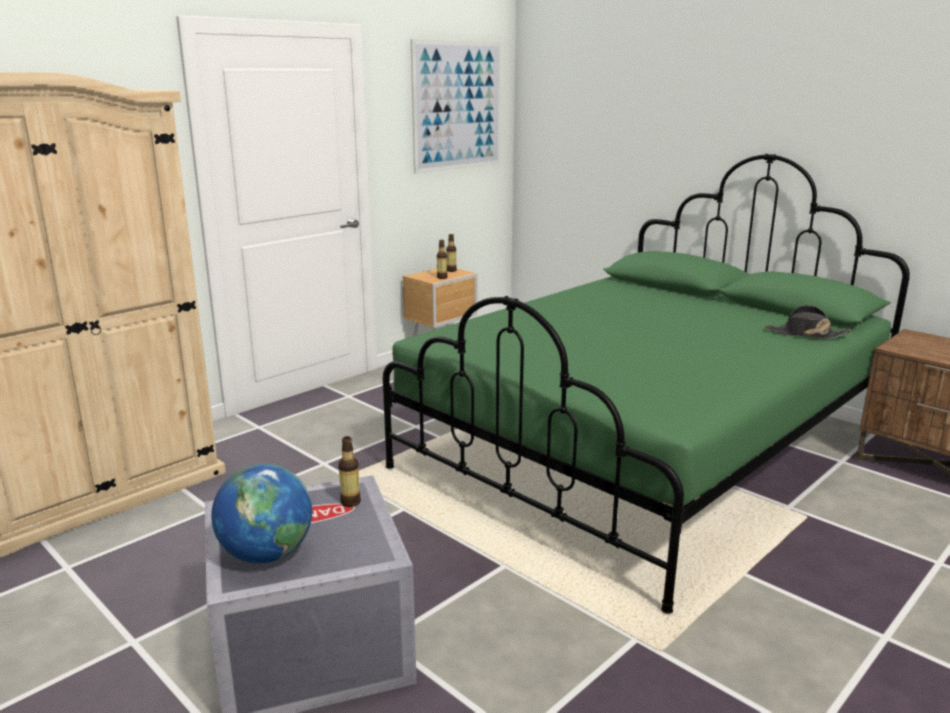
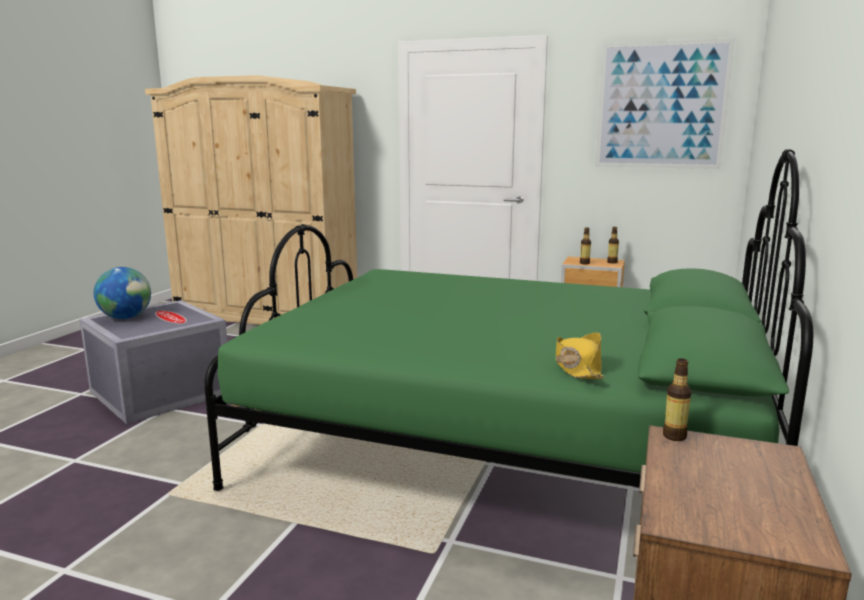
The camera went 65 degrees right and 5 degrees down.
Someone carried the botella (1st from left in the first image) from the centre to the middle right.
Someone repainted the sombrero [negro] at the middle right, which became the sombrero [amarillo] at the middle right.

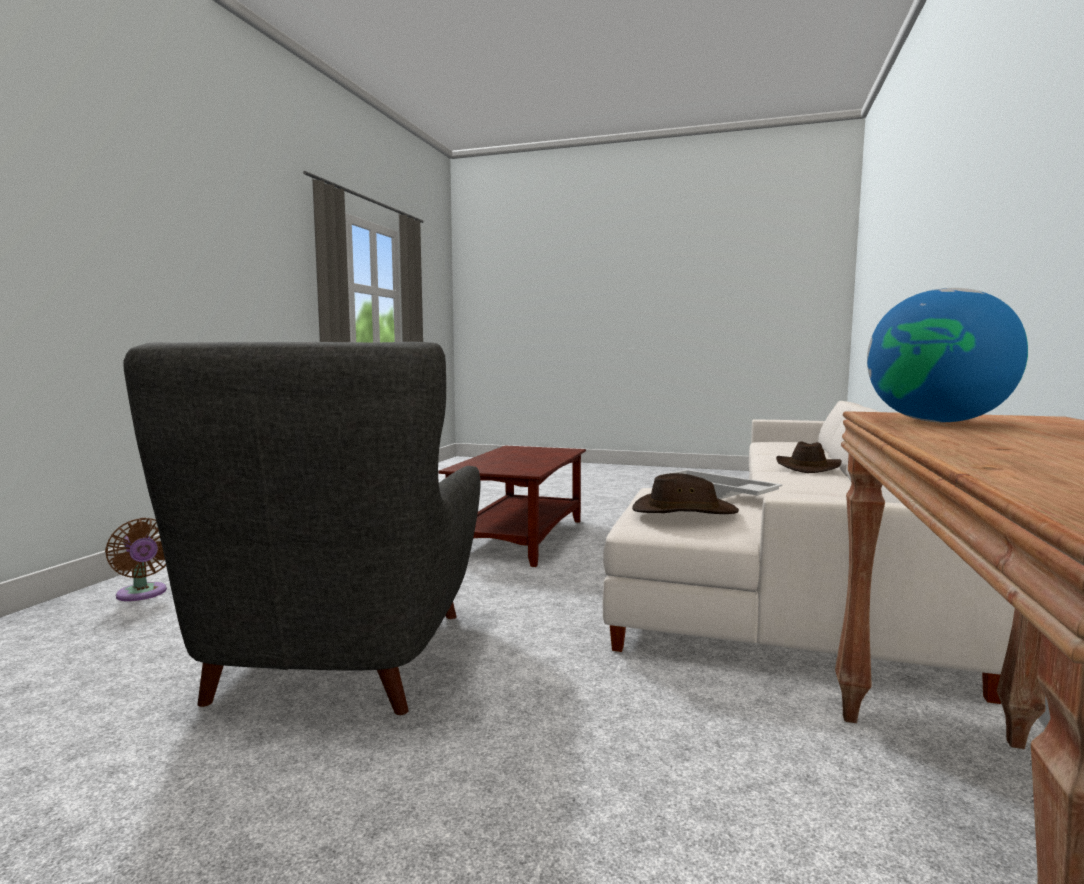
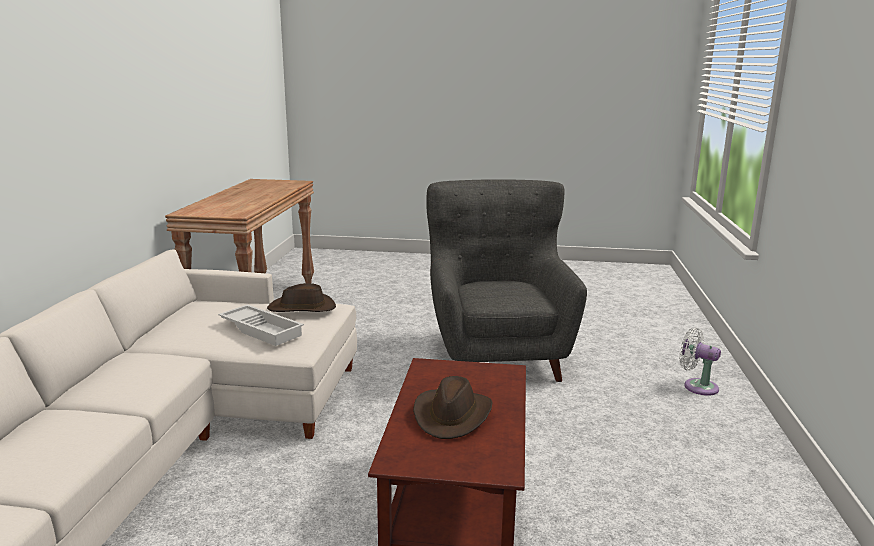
The camera went 170 degrees right and 10 degrees up.
Someone took away the globo terráqueo at the middle right.
Someone carried the sombrero [marrón] (2nd from left) from the middle right to the bottom centre.
Someone repainted the ventilador [marrón] at the middle left, which became the ventilador [blanco] at the middle right.

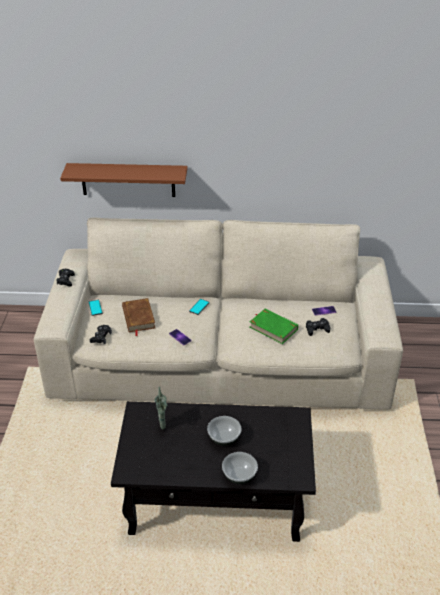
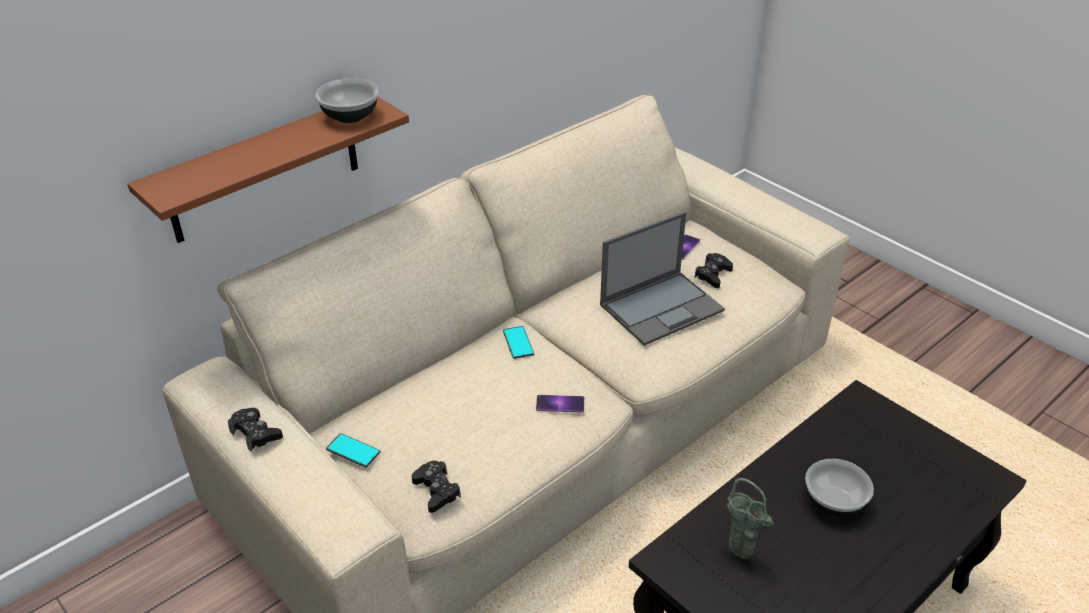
The camera went 45 degrees left and 0 degrees up.
Someone took away the libro [marrón] at the middle left.
Someone carried the cuenco (2nd from left in the first image) from the bottom centre to the top left.
Someone swapped the libro [verde] at the centre for the portátil at the centre.

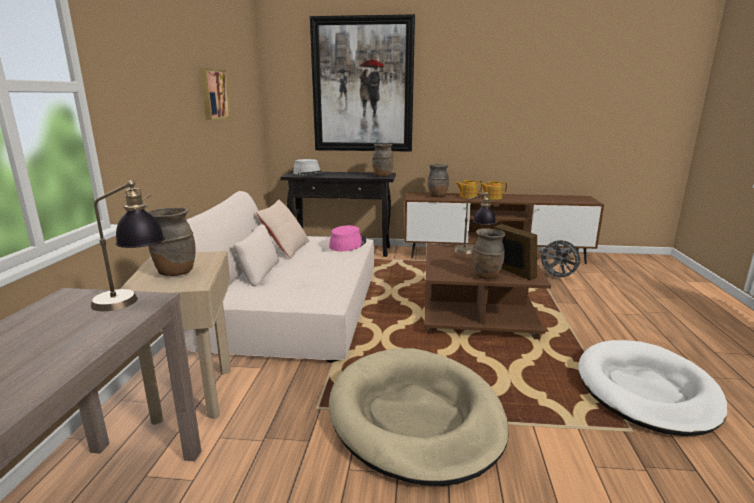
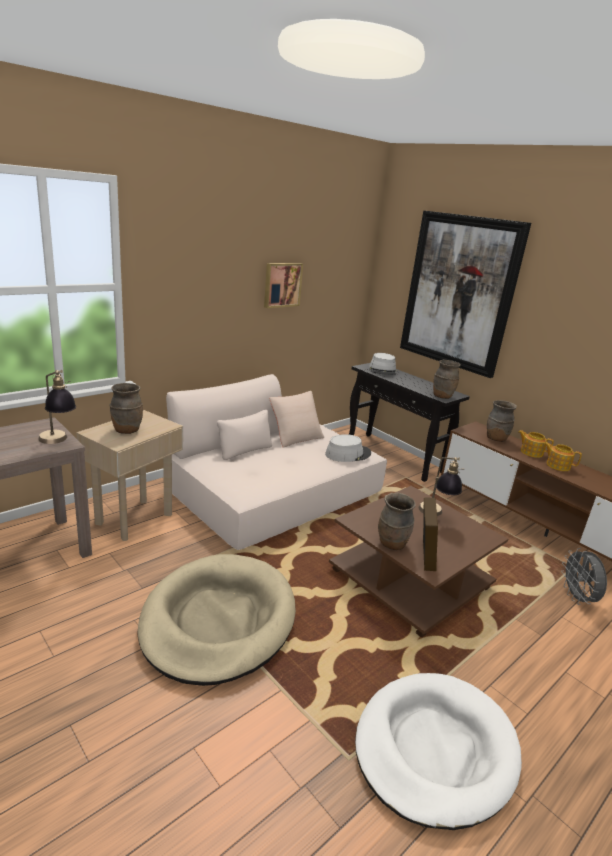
The camera went 40 degrees right and 5 degrees up.
Someone repainted the sombrero [rosa] at the centre, which became the sombrero [gris] (1st from left) at the centre.

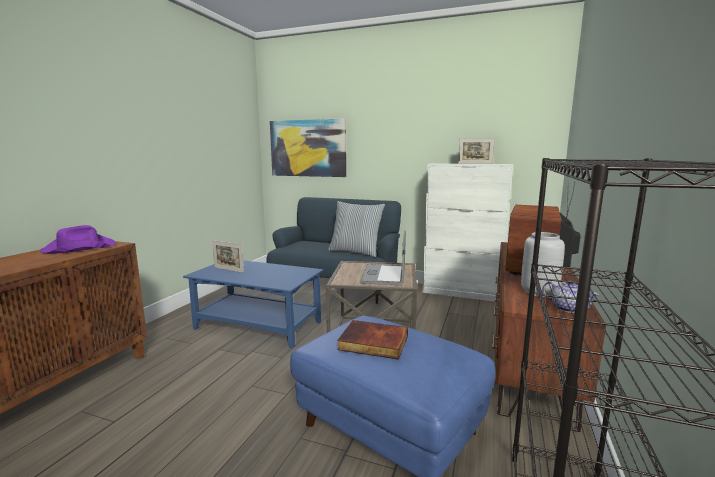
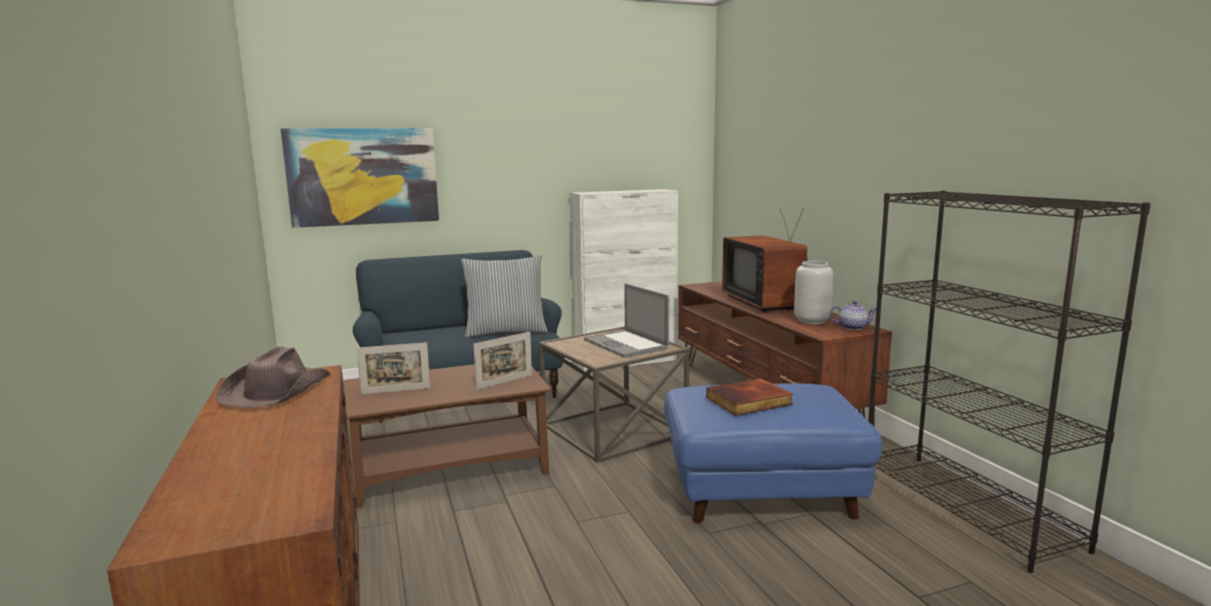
The camera went 40 degrees left and 0 degrees up.
Someone carried the portarretratos (2nd from left) from the top centre to the centre.
Someone repainted the sombrero [morado] at the middle left, which became the sombrero [marrón] at the middle left.
Someone repainted the mesa de centro [azul] at the centre, which became the mesa de centro [marrón] at the bottom centre.

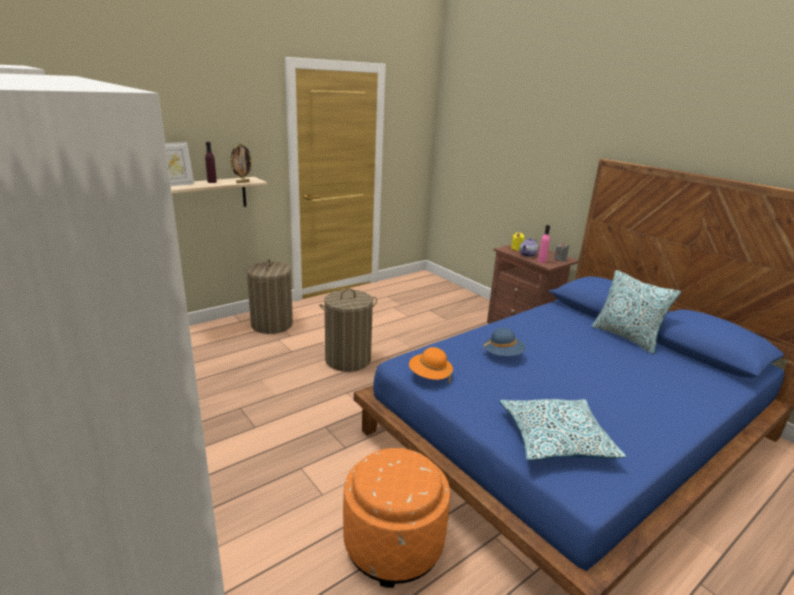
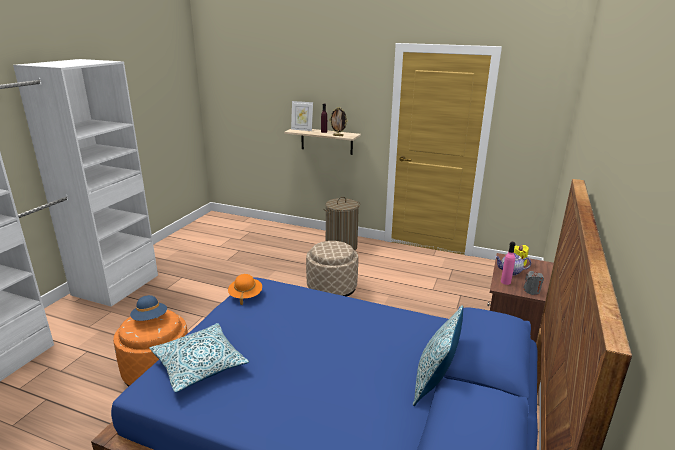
The camera went 60 degrees right and 0 degrees up.
Someone carried the sombrero [azul] from the centre to the bottom left.
Someone swapped the cesto de la ropa (2nd from left) at the centre for the puf [beis] at the centre.

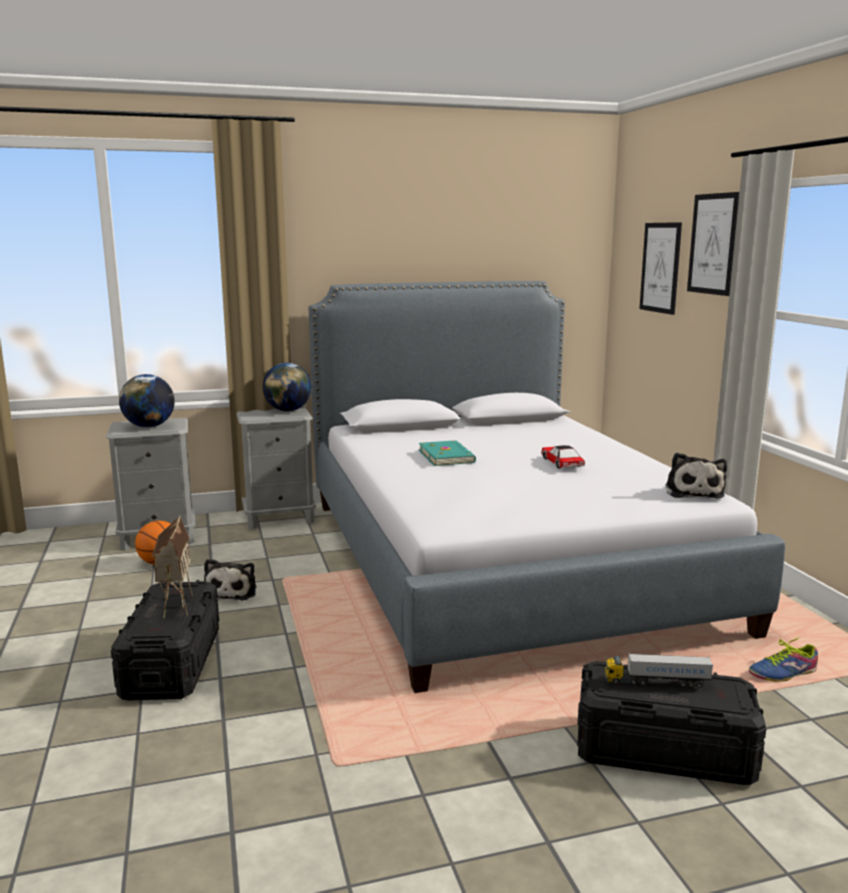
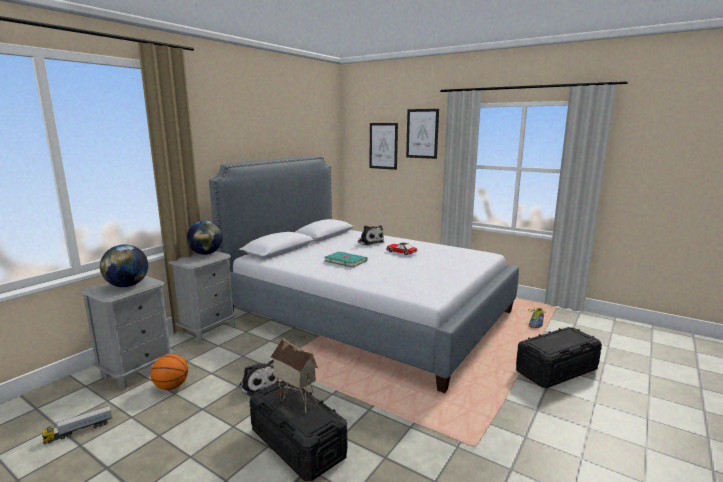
The camera went 40 degrees left and 0 degrees up.
Someone carried the camión de juguete from the bottom right to the bottom left.
Someone carried the peluche (2nd from left) from the middle right to the centre.

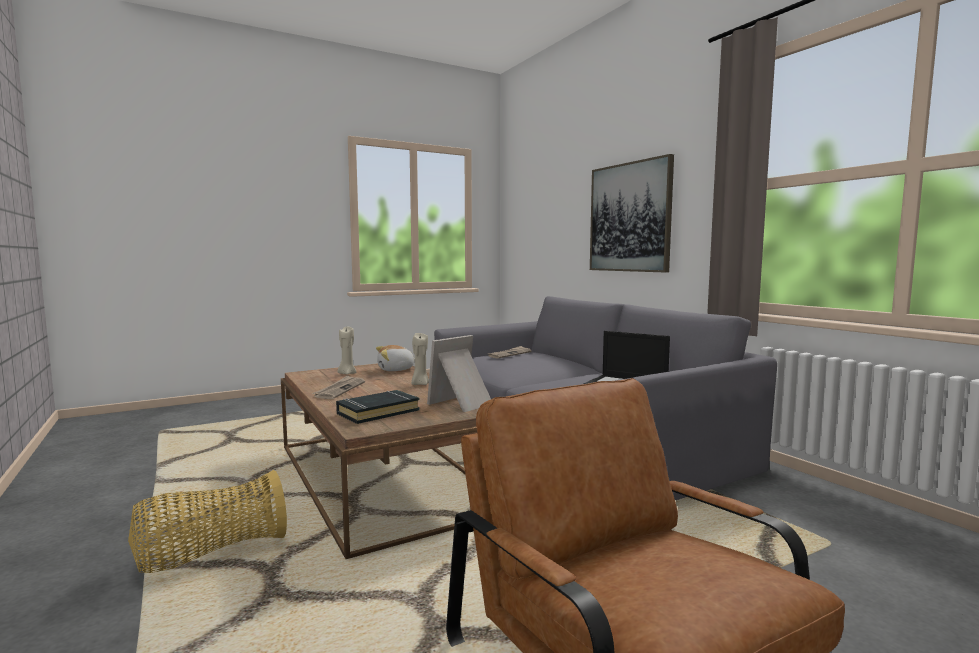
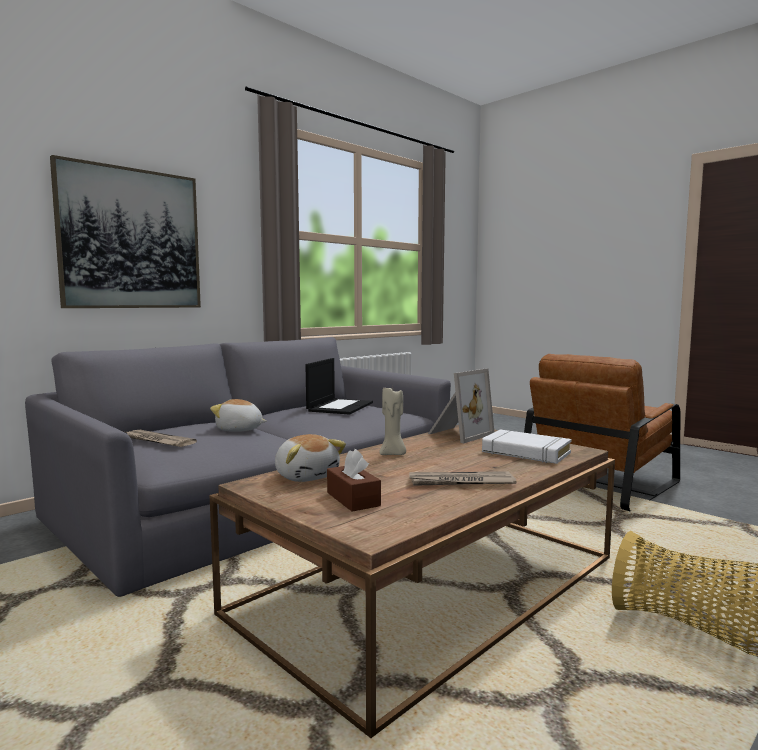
The camera went 105 degrees left and 0 degrees up.
Someone put down the peluche (1st from left) at the middle left.
Someone swapped the vela [beis] (1st from left) at the centre for the caja de pañuelos [marrón] at the centre.
Someone repainted the libro [negro] at the centre, which became the libro [blanco] at the middle right.
Someone rotated the portarretratos at the centre by 75 degrees counterclockwise.

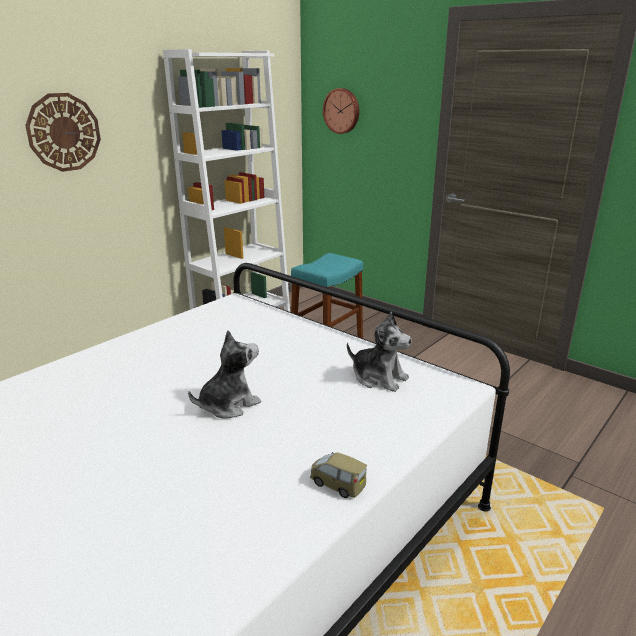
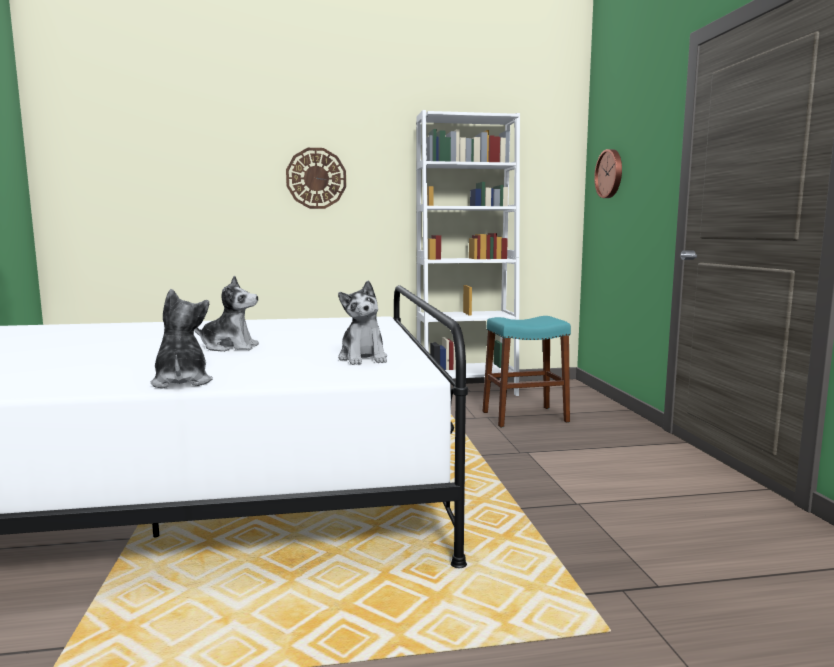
The camera went 40 degrees right and 15 degrees down.
Someone swapped the coche de juguete at the bottom centre for the peluche (1st from left) at the middle left.

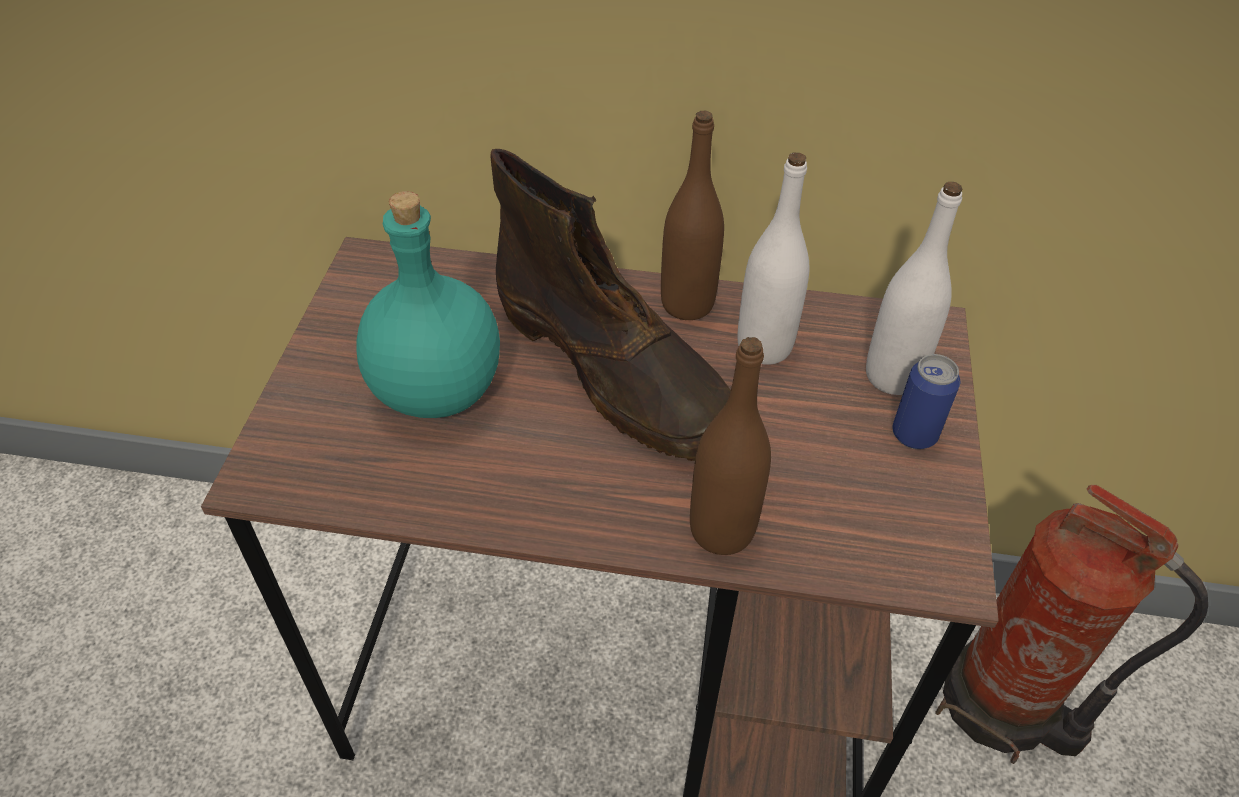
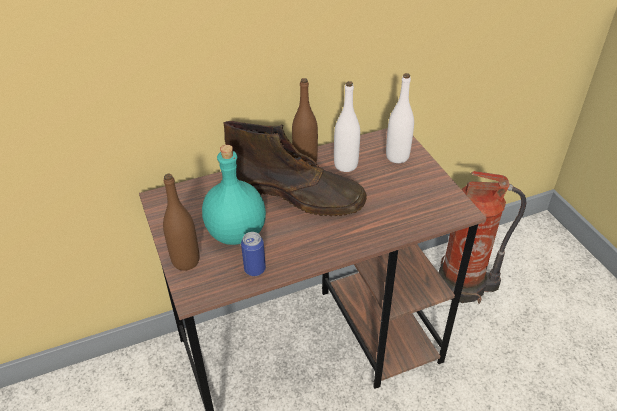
The camera went 30 degrees left and 5 degrees down.
Someone carried the botella [marrón] (2nd from left in the first image) from the centre to the middle left.
Someone carried the lata from the middle right to the centre.

